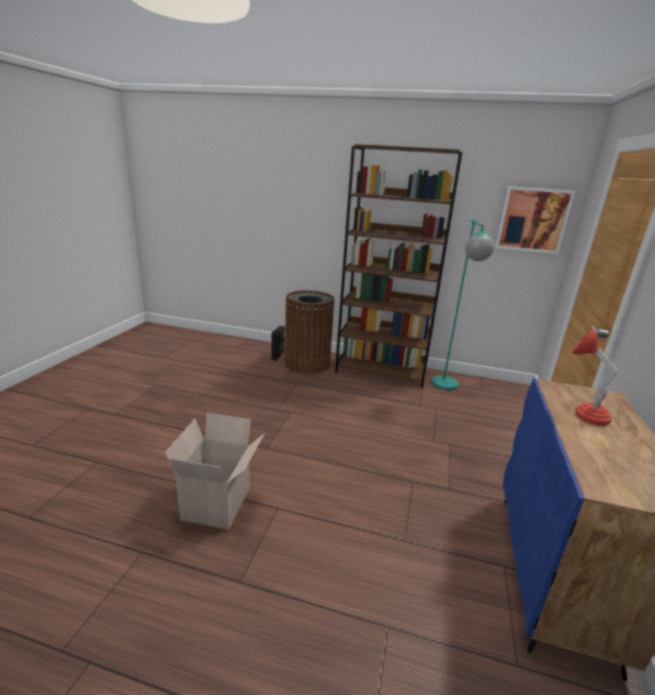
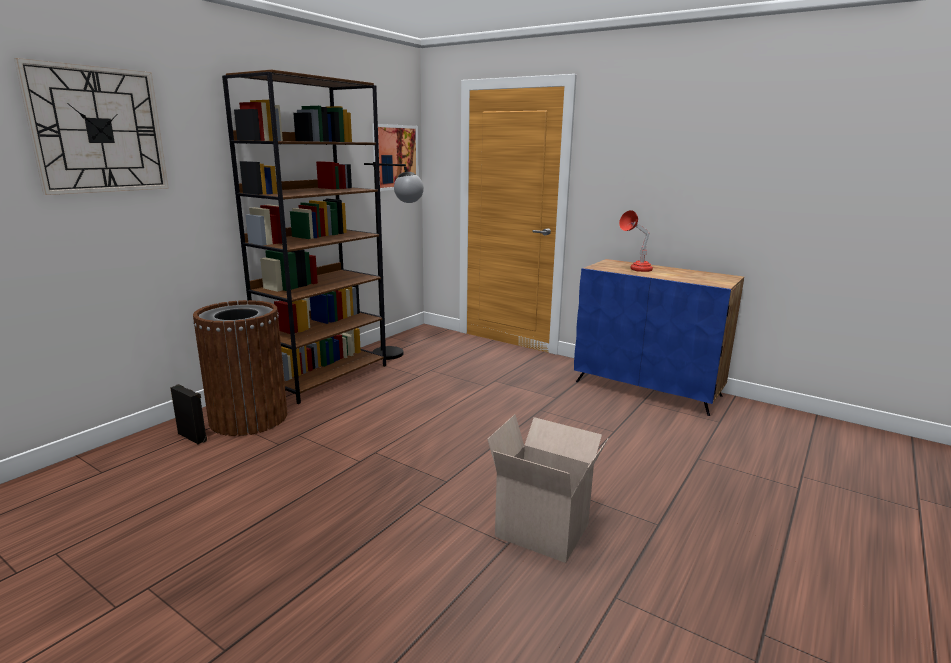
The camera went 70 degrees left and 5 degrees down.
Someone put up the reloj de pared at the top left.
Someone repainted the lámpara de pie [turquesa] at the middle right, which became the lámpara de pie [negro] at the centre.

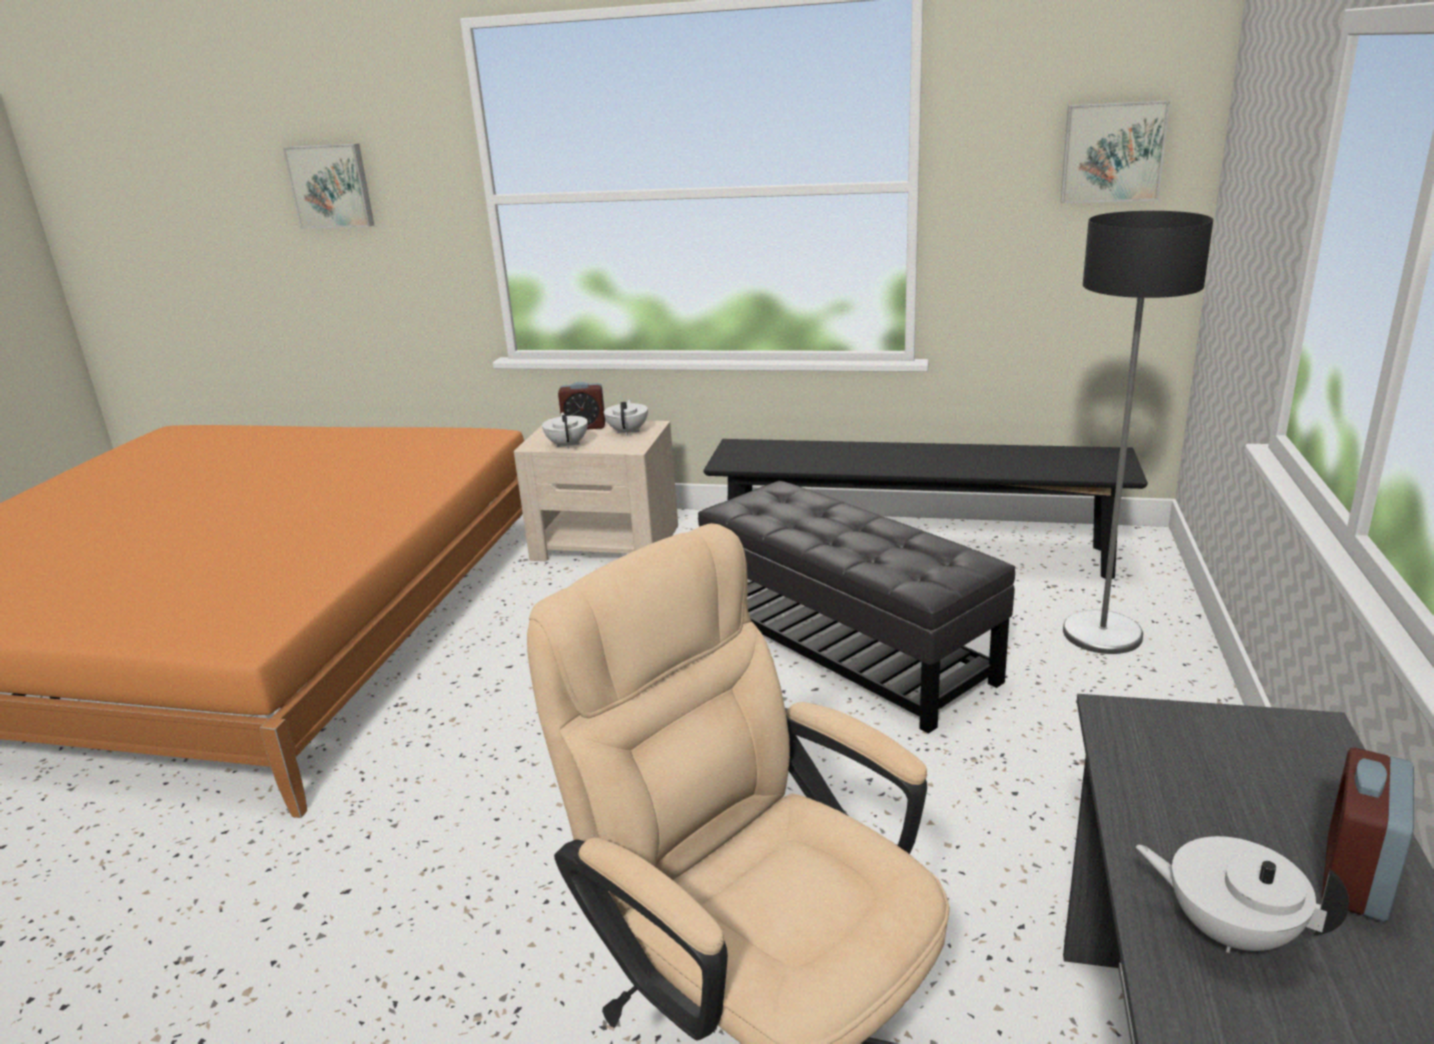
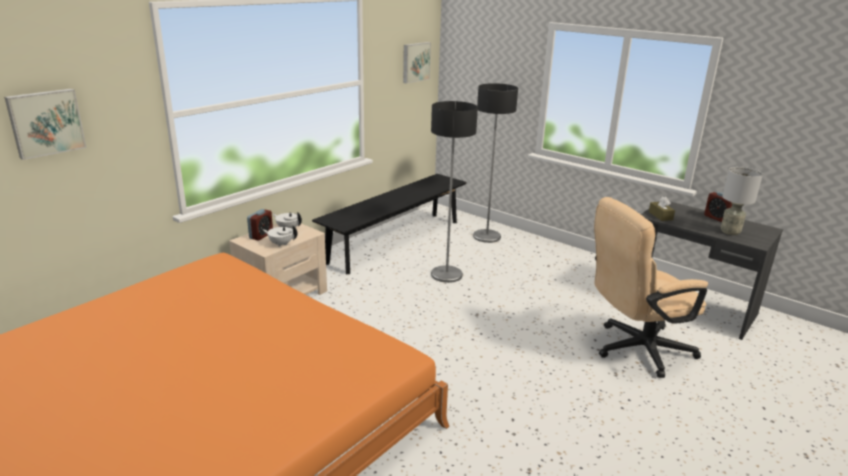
The camera went 65 degrees left and 0 degrees up.
Someone put down the caja de pañuelos [marrón] at the middle right.
Someone swapped the puf [negro] at the centre for the lámpara de pie (1st from left) at the centre.
Someone swapped the tetera [blanco] (3rd from left) at the bottom right for the lámpara de mesa [gris] at the middle right.

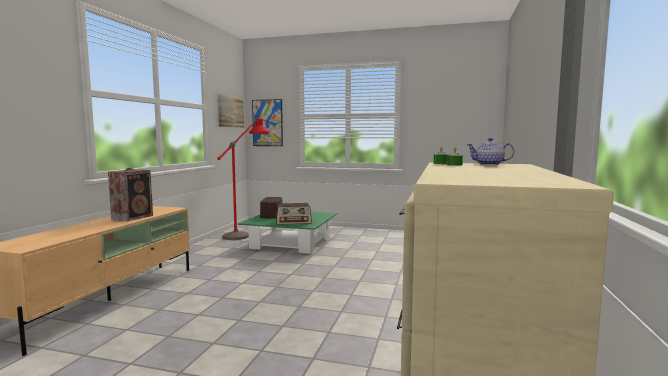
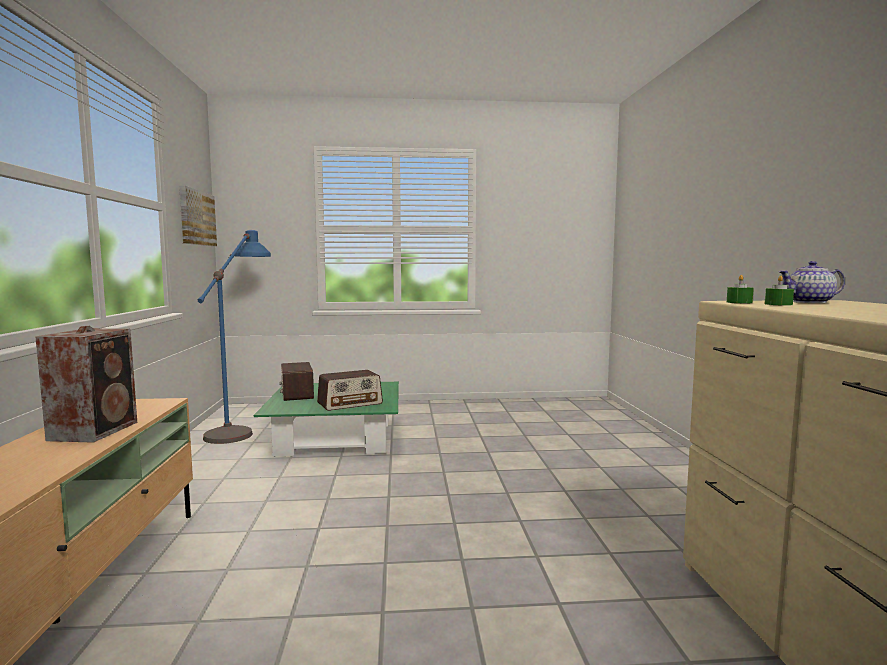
The camera went 20 degrees left and 0 degrees up.
Someone took away the cuadro (2nd from left) at the top centre.
Someone repainted the lámpara de pie [rojo] at the centre, which became the lámpara de pie [azul] at the middle left.

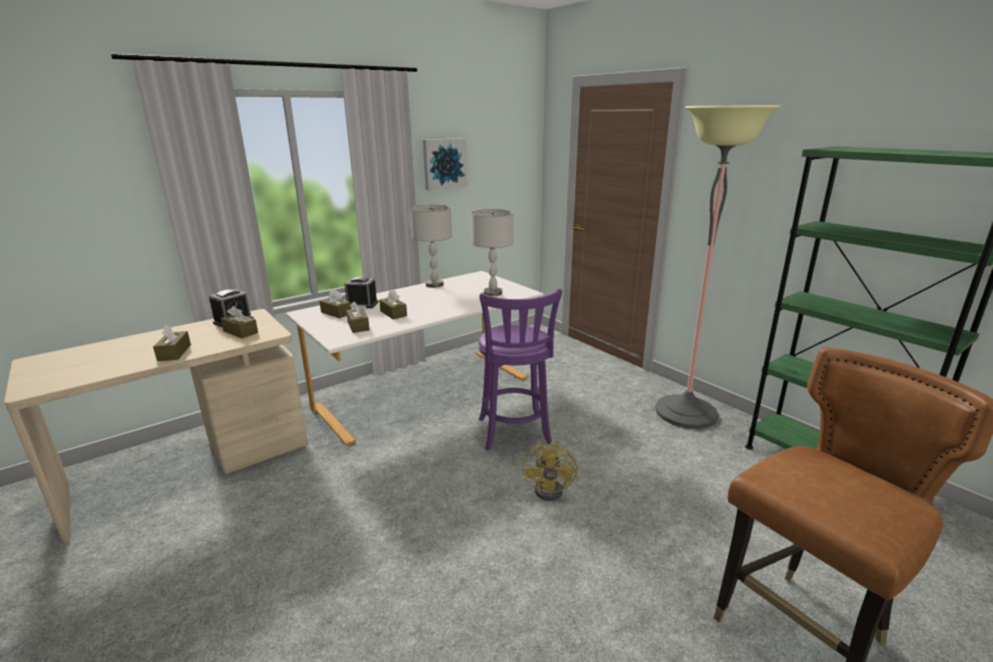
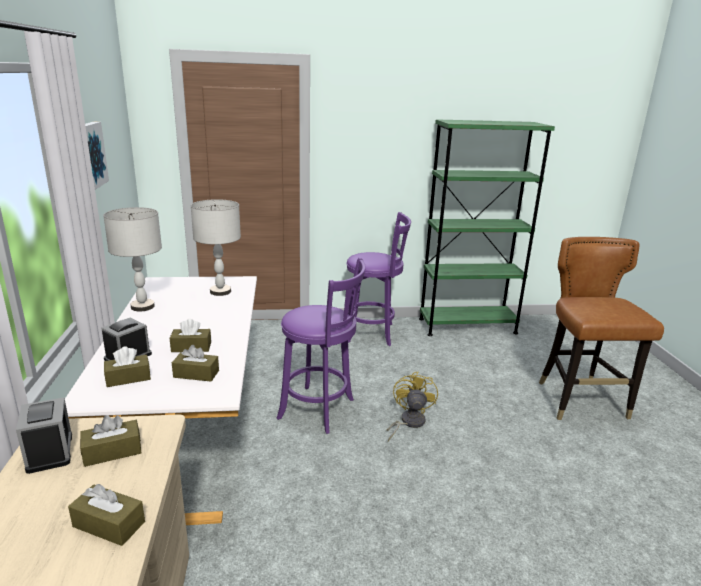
The camera went 60 degrees left and 0 degrees up.
Someone swapped the lámpara de pie at the middle right for the taburete [morado] (2nd from left) at the centre.
Someone rotated the ventilador [amarillo] at the bottom centre by 120 degrees counterclockwise.

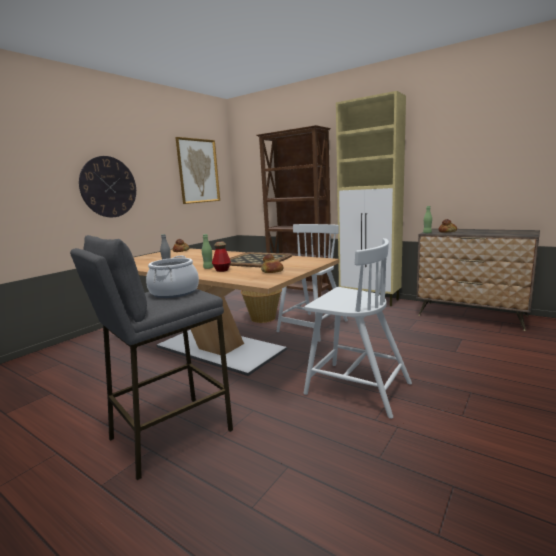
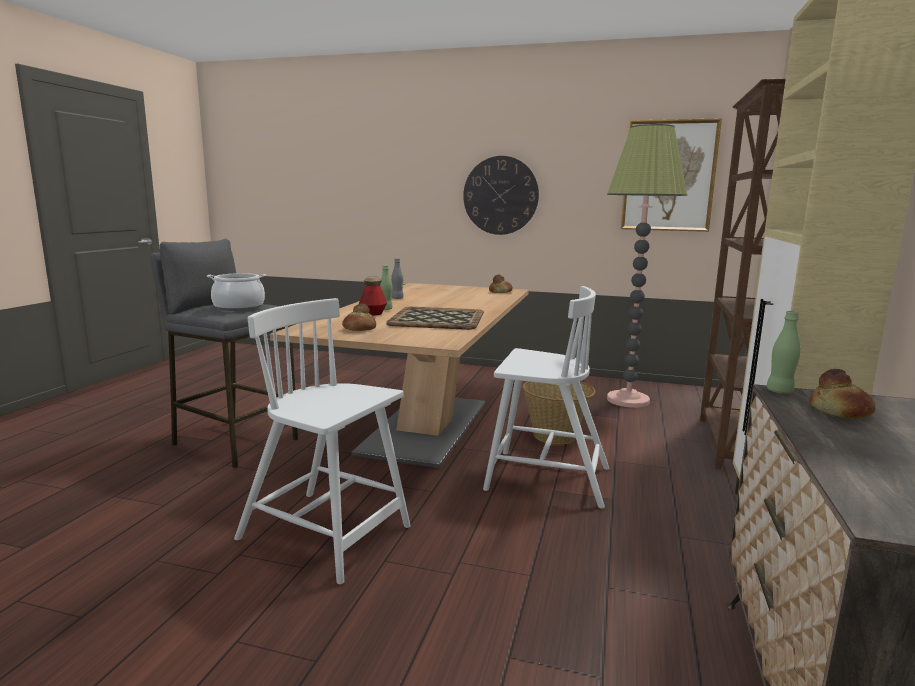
The camera went 70 degrees right and 0 degrees up.
Someone put down the lámpara de pie at the middle right.
Someone rotated the silla [blanco] (2nd from left in the first image) at the centre by 105 degrees clockwise.

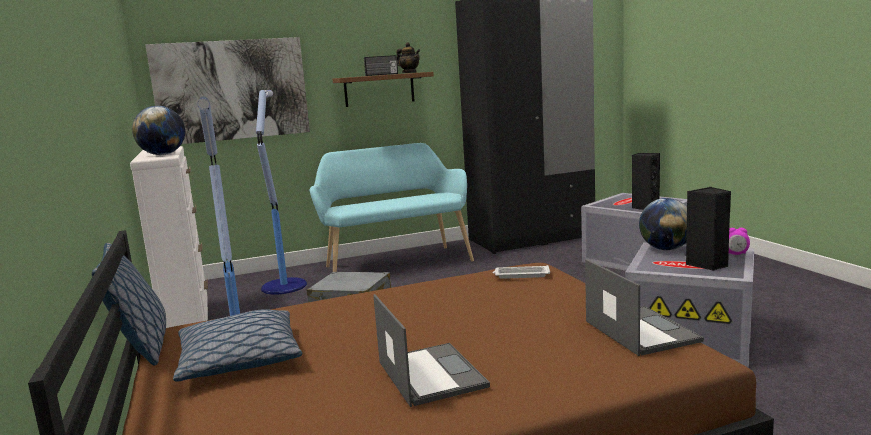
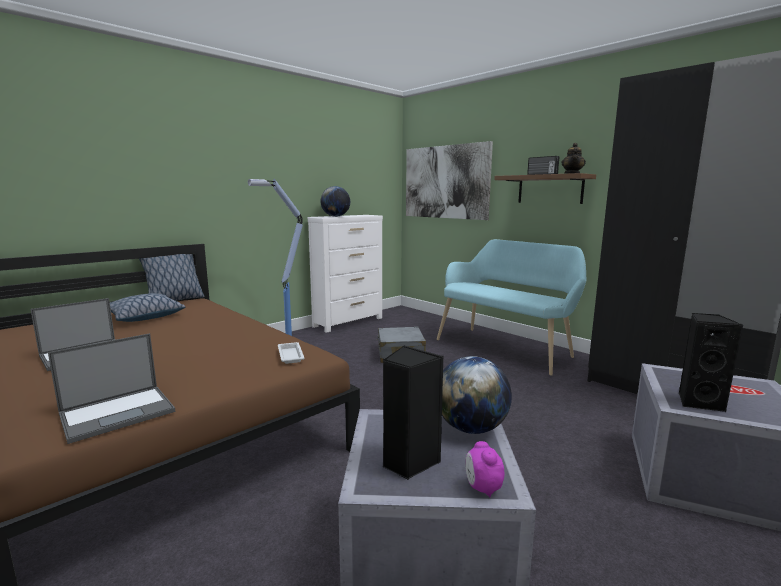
The camera went 65 degrees right and 0 degrees up.
Someone took away the lámpara de pie (2nd from left) at the middle left.

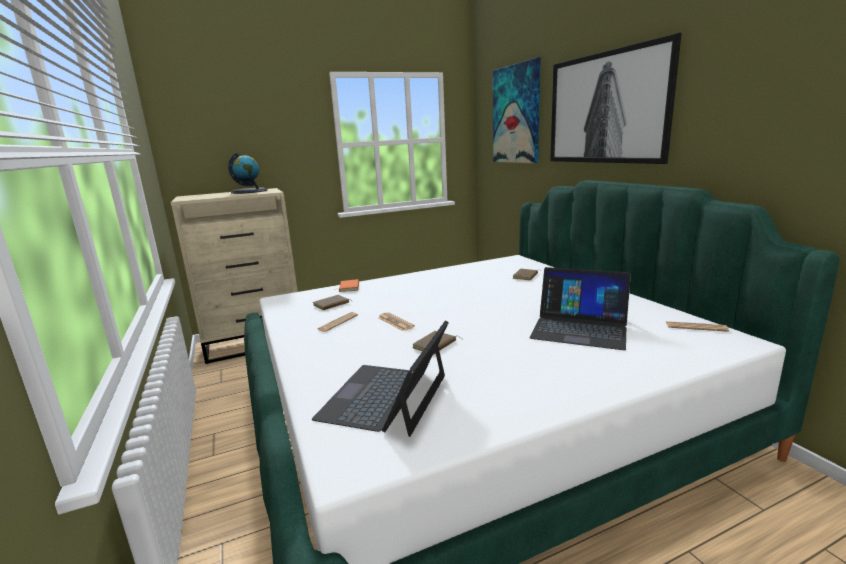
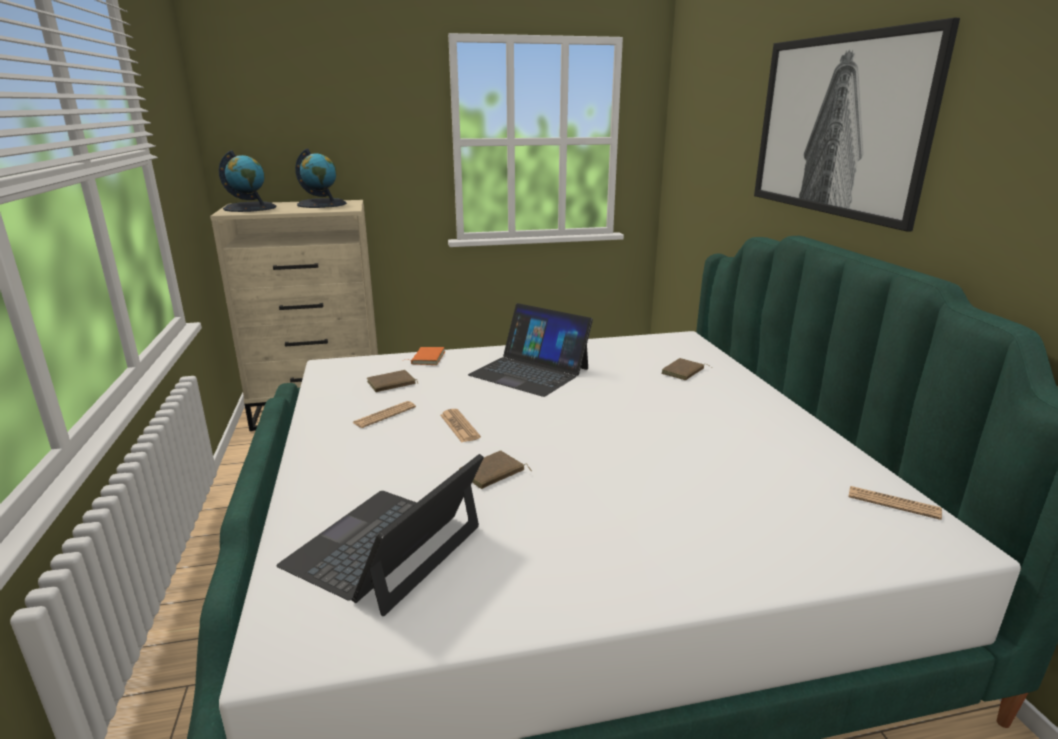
The camera went 10 degrees right and 5 degrees up.
Someone took away the cuadro (1st from left) at the top centre.
Someone put down the globo terráqueo (1st from left) at the top left.
Someone carried the portátil (2nd from left) from the middle right to the centre.

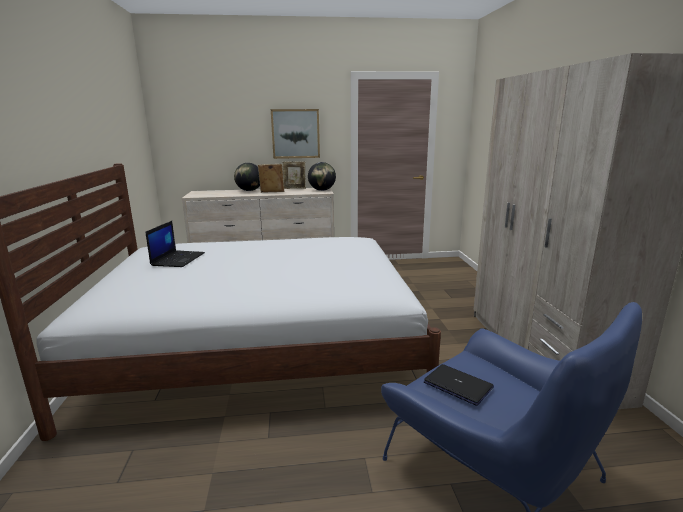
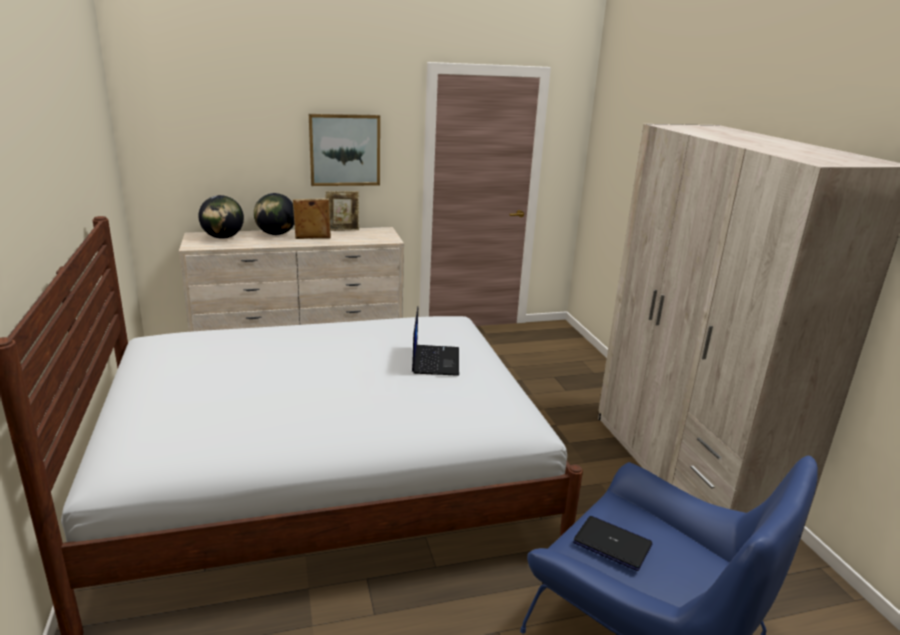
The camera went 10 degrees left and 5 degrees up.
Someone carried the portátil (1st from left) from the middle left to the centre.
Someone carried the globo terráqueo (2nd from left in the first image) from the centre to the middle left.

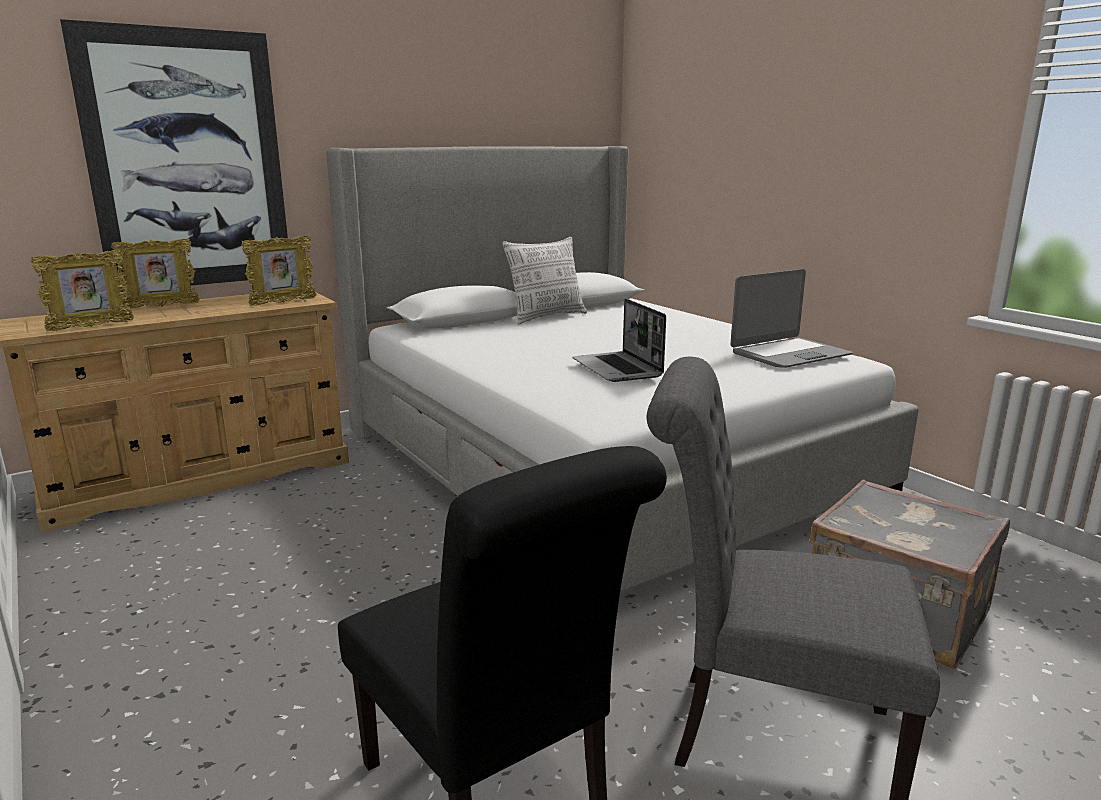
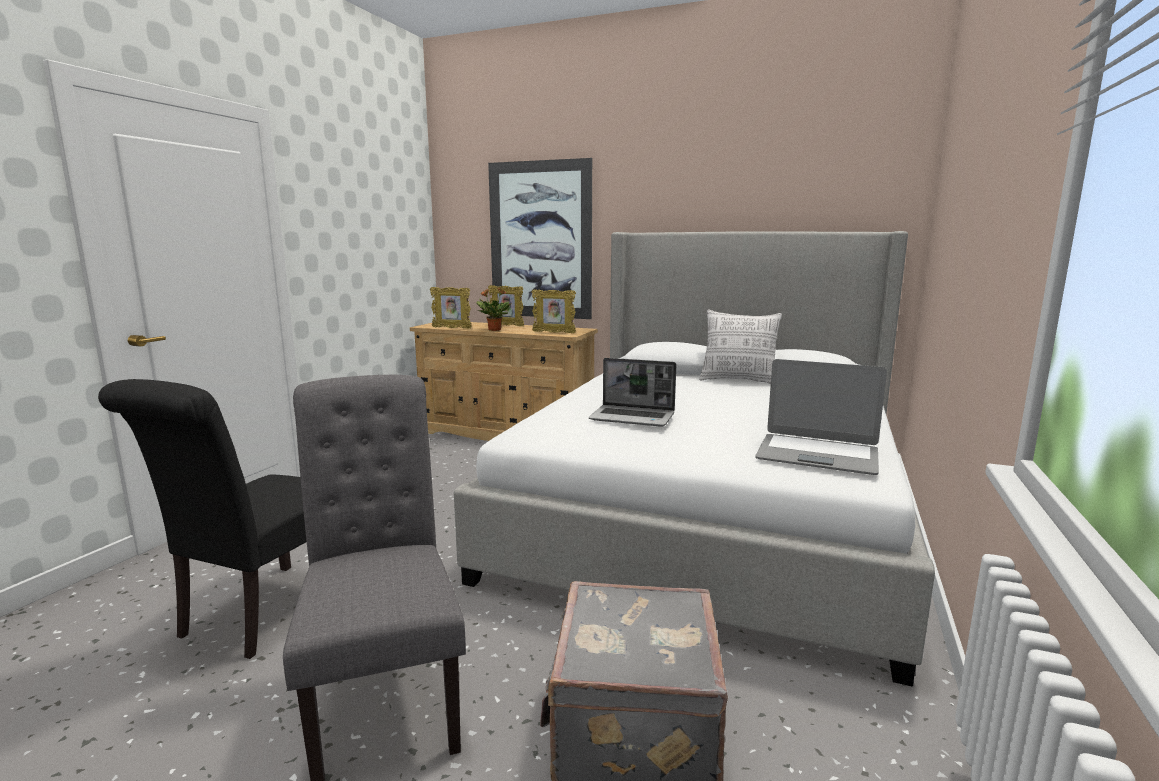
The camera went 55 degrees right and 5 degrees down.
Someone put down the planta en maceta at the centre.
Someone rotated the portátil (1st from left) at the centre by 105 degrees counterclockwise.

